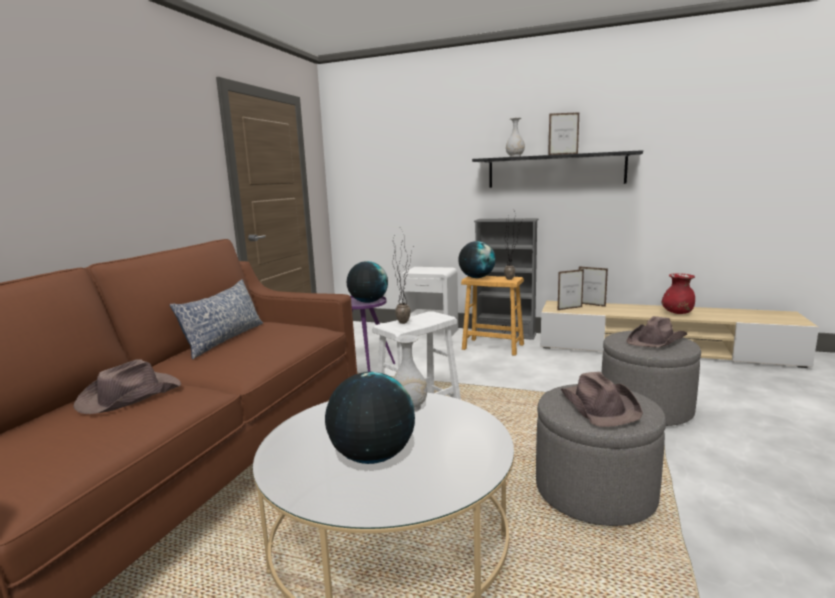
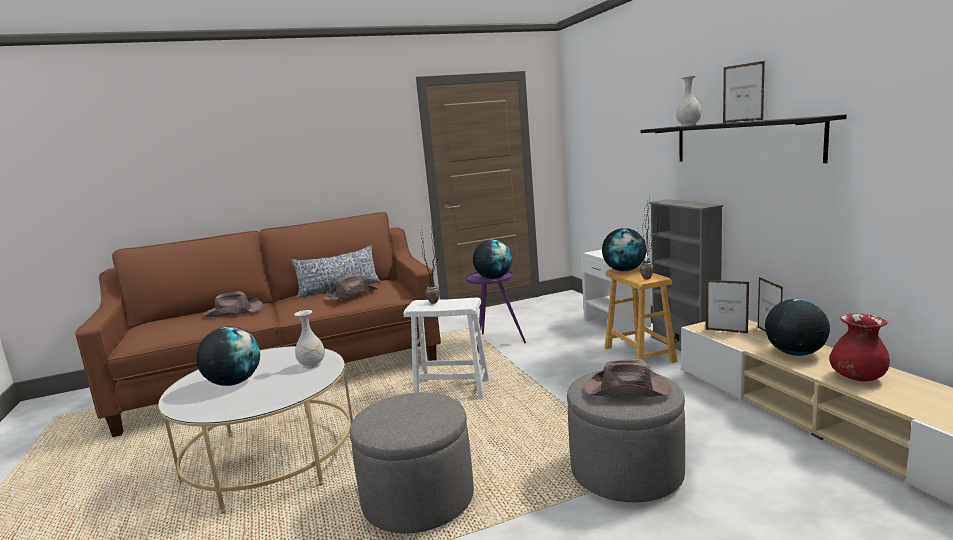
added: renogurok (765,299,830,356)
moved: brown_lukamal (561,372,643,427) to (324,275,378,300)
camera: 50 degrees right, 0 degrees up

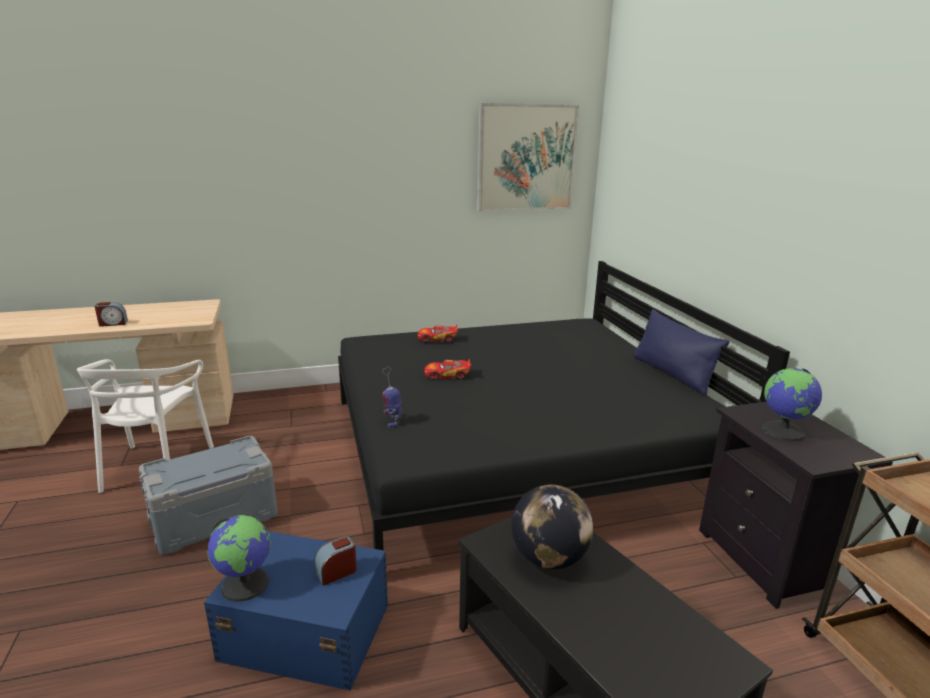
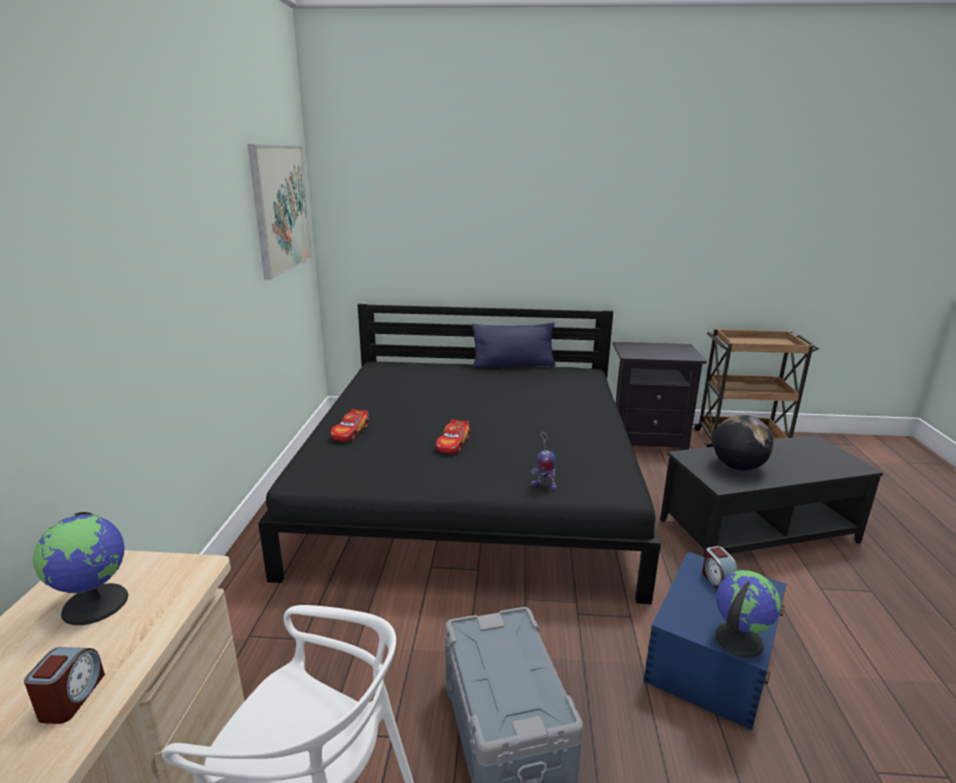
moved: renogurok (762,368,822,442) to (33,512,128,625)
camera: 70 degrees left, 0 degrees up

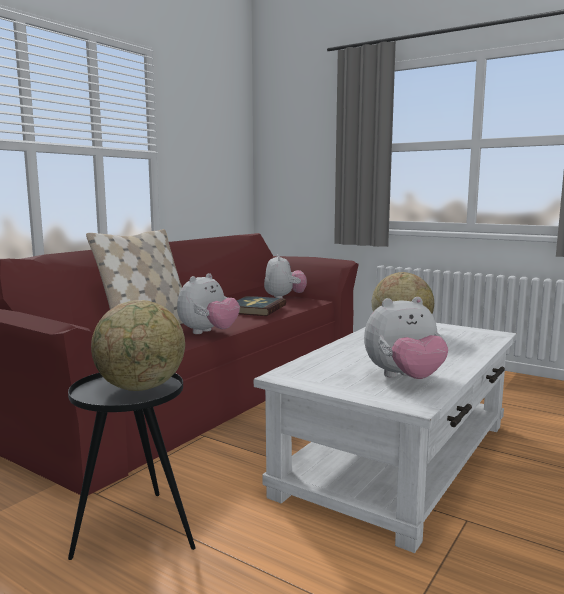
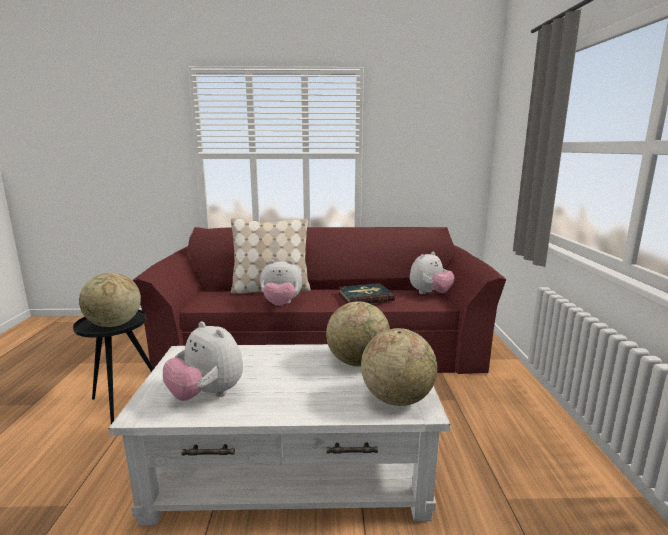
added: renogurok (361,328,437,406)
camera: 55 degrees right, 5 degrees up

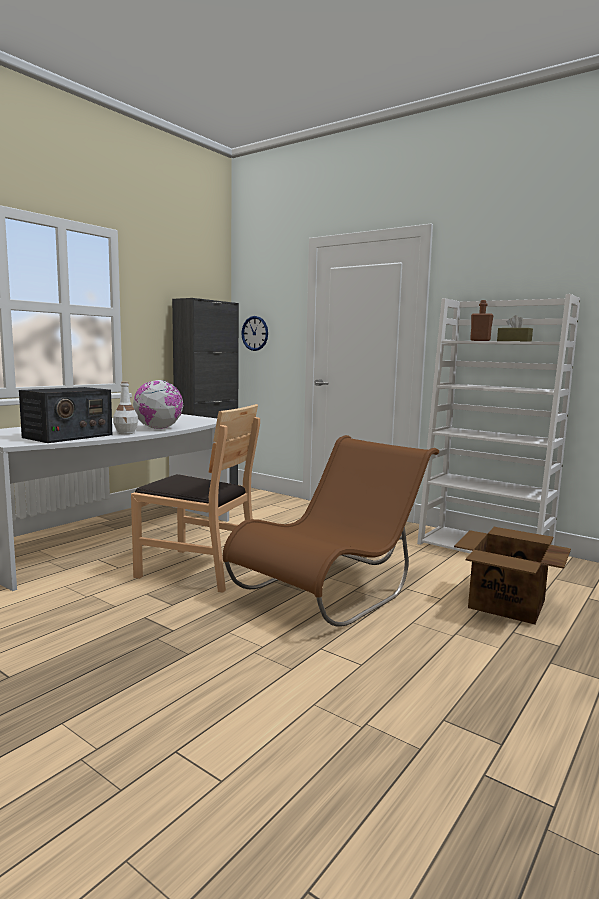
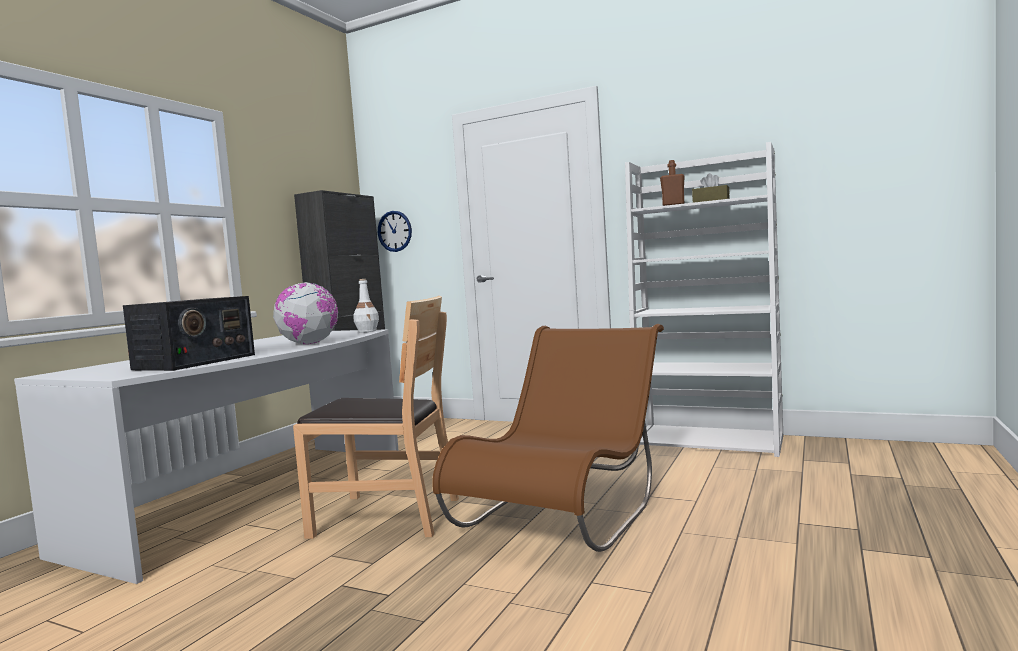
removed: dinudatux (454,527,571,624)
moved: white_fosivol (113,381,138,434) to (353,279,379,333)
camera: 10 degrees left, 5 degrees down

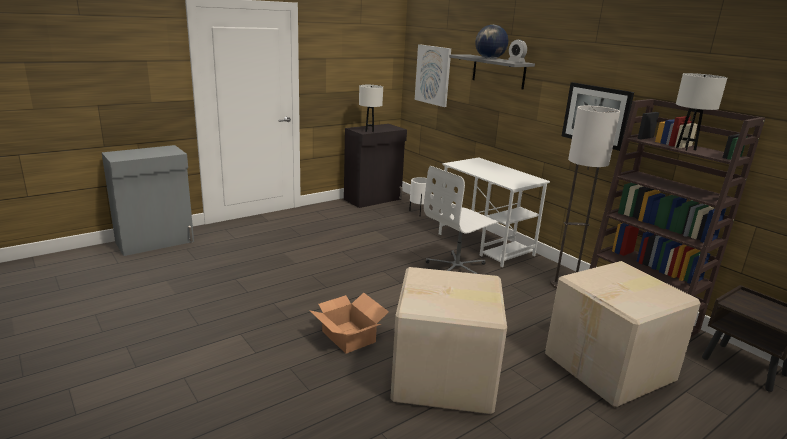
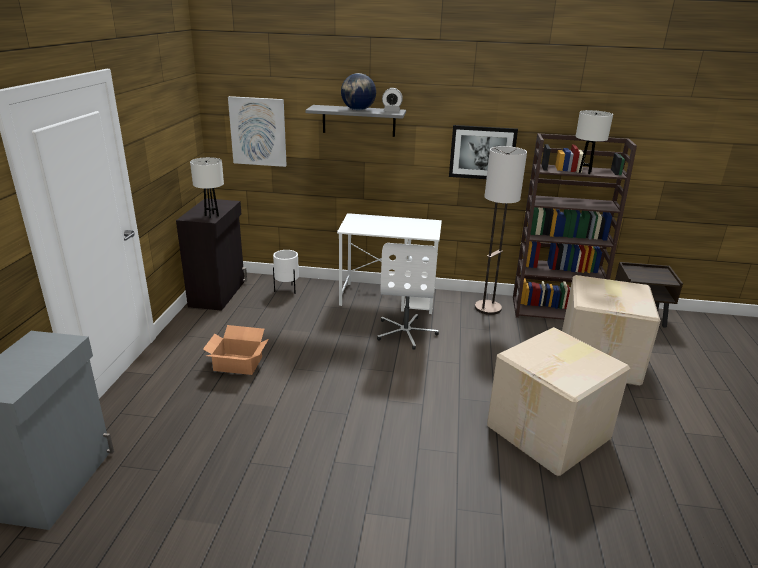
moved: dinudatux (309,293,389,354) to (203,325,269,375)
camera: 45 degrees left, 5 degrees up

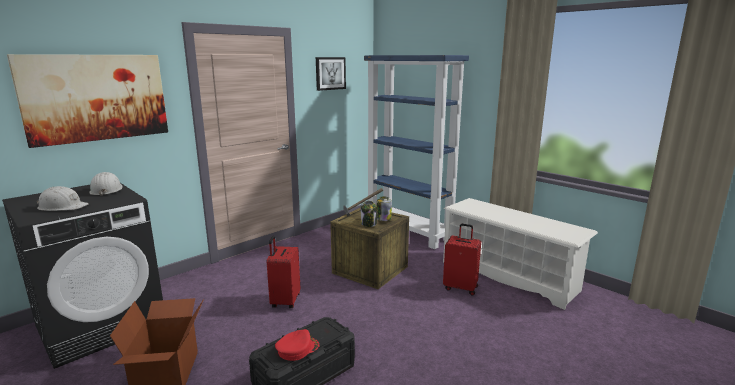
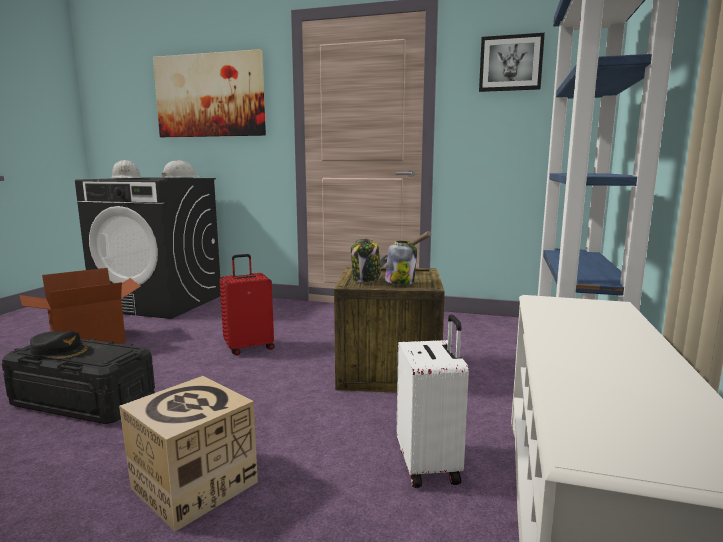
added: dinudatux (119,376,258,532)
recoloured: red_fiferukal (275,329,319,361) to black_fiferukal (30,331,89,359); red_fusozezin (443,224,481,296) to white_fusozezin (397,314,469,488)
camera: 60 degrees right, 5 degrees down

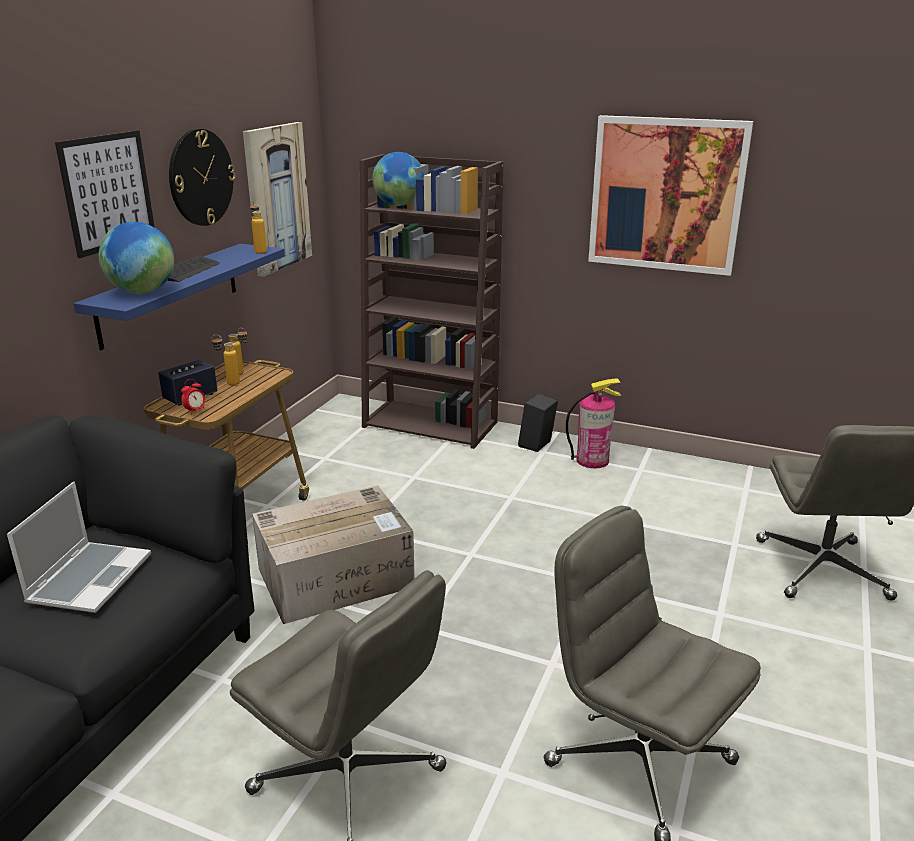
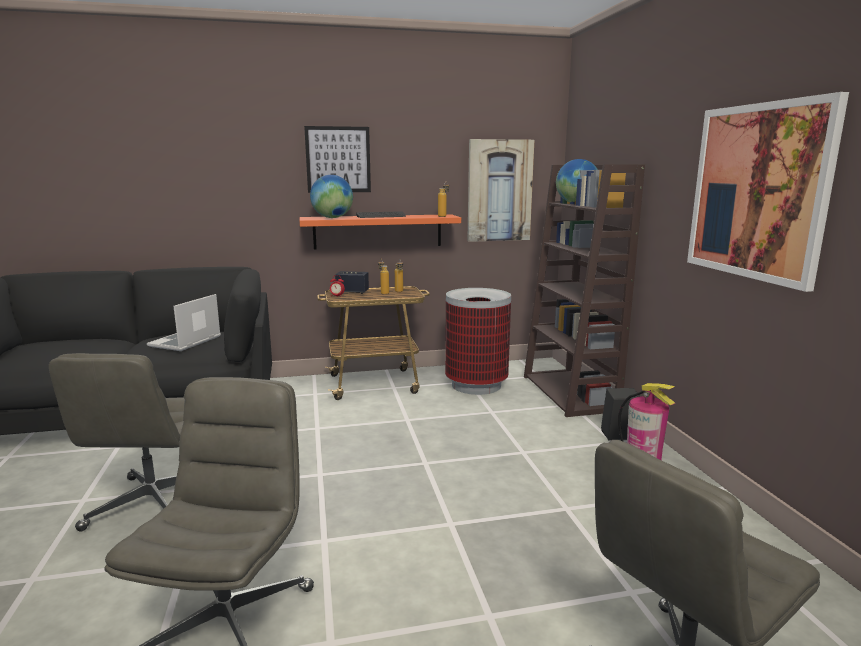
removed: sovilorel (169,129,236,226); dinudatux (252,485,415,624)
added: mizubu (445,288,511,395)
recoloured: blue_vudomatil (73,244,285,350) to orange_vudomatil (300,214,461,250)
turned: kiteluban (7,481,151,613) = (147,294,221,351) 135 degrees clockwise
camera: 55 degrees right, 10 degrees down

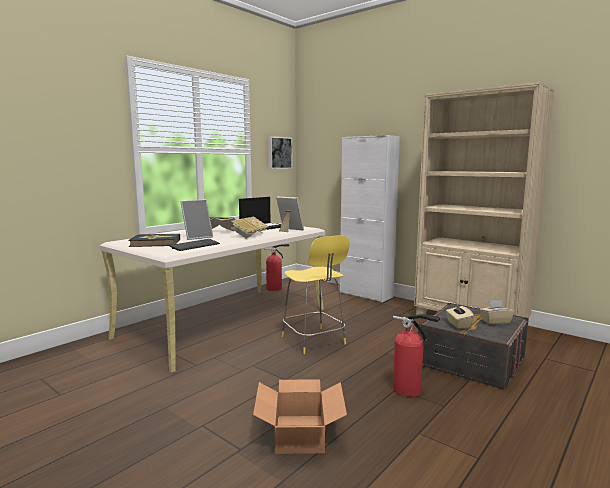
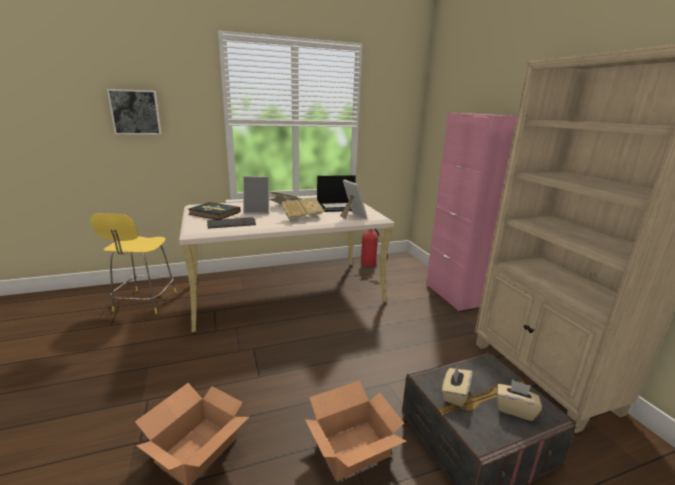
moved: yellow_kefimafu (282,235,350,354) to (90,213,176,314); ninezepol (268,136,293,169) to (107,89,161,135)
replaced: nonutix (393,314,440,397) to dinudatux (305,380,407,481)
recoloured: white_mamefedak (340,135,400,302) to pink_mamefedak (426,113,517,311)
camera: 30 degrees right, 10 degrees up

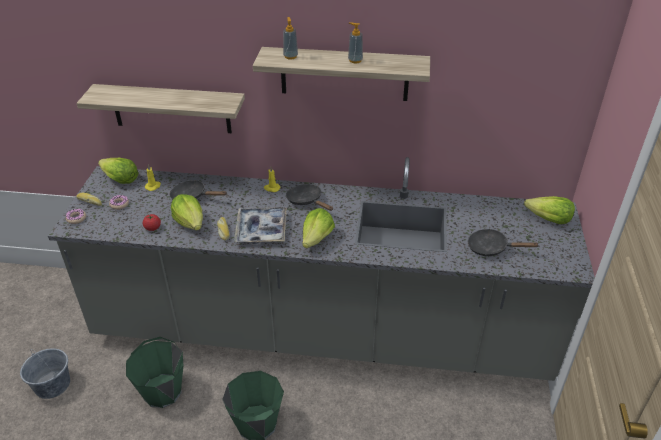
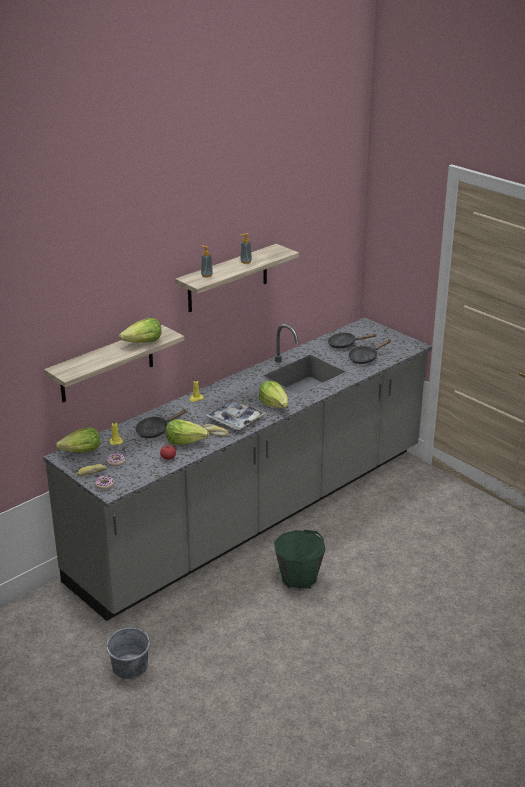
removed: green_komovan (126,337,183,408)
moved: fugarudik (524,196,575,224) to (119,318,161,343); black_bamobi (286,184,333,211) to (328,333,376,348)
camera: 50 degrees left, 10 degrees down

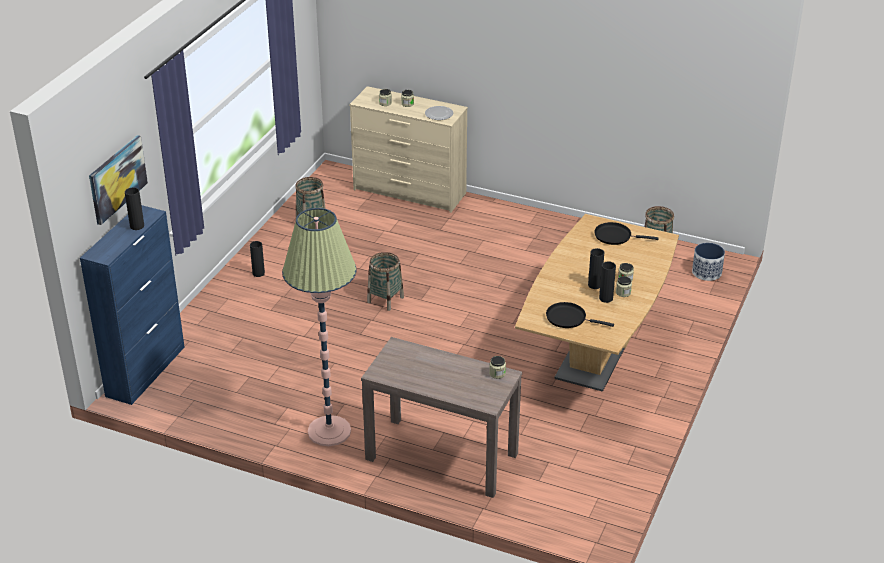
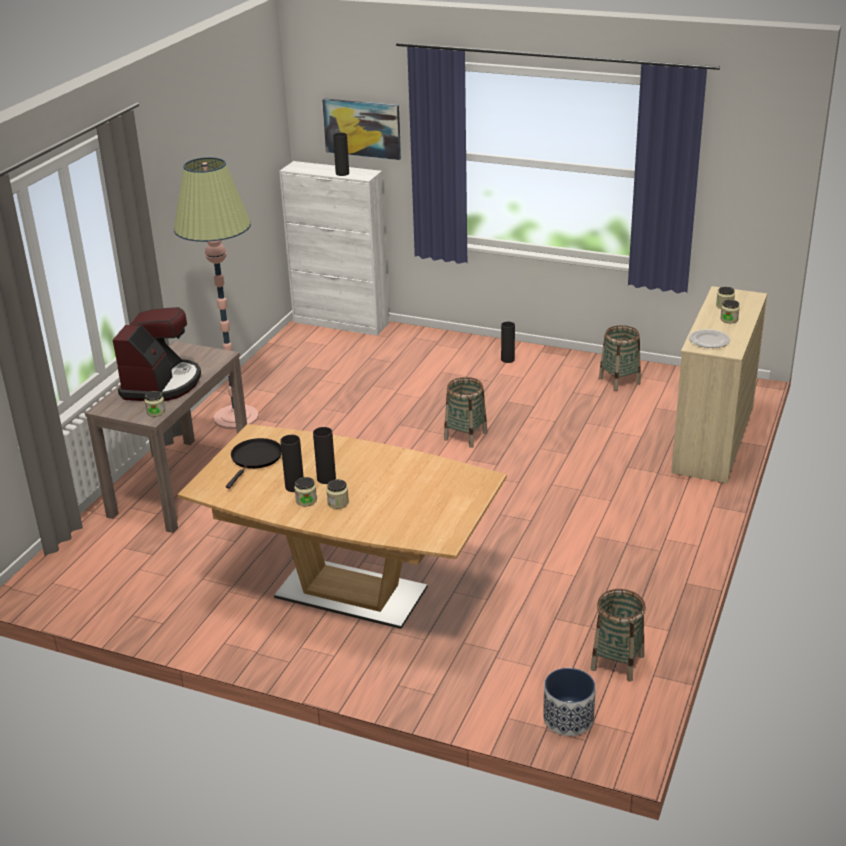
removed: black_bamobi (594,222,659,245)
added: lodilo (113,307,201,401)
recoloured: blue_mamefedak (80,205,184,405) to white_mamefedak (279,161,389,336)
camera: 90 degrees right, 5 degrees down

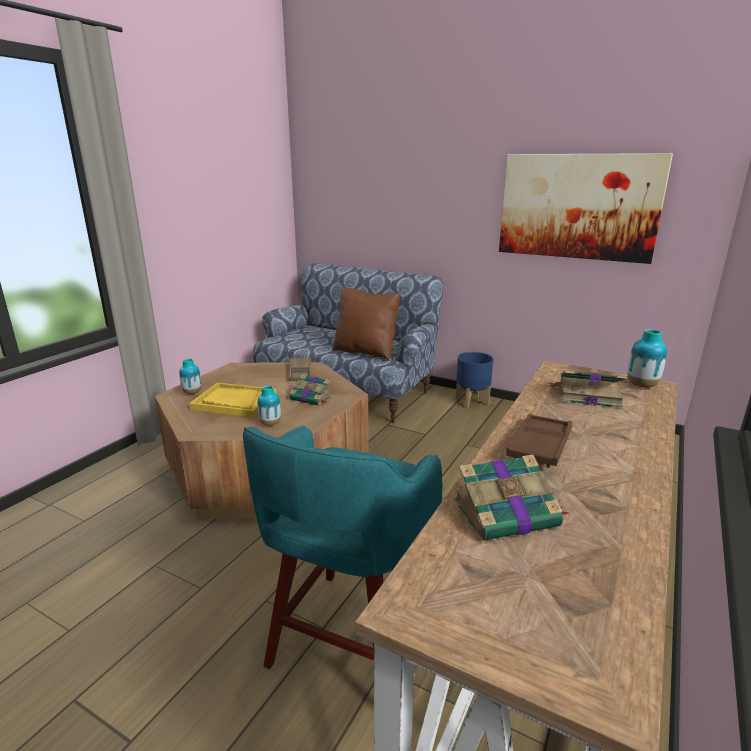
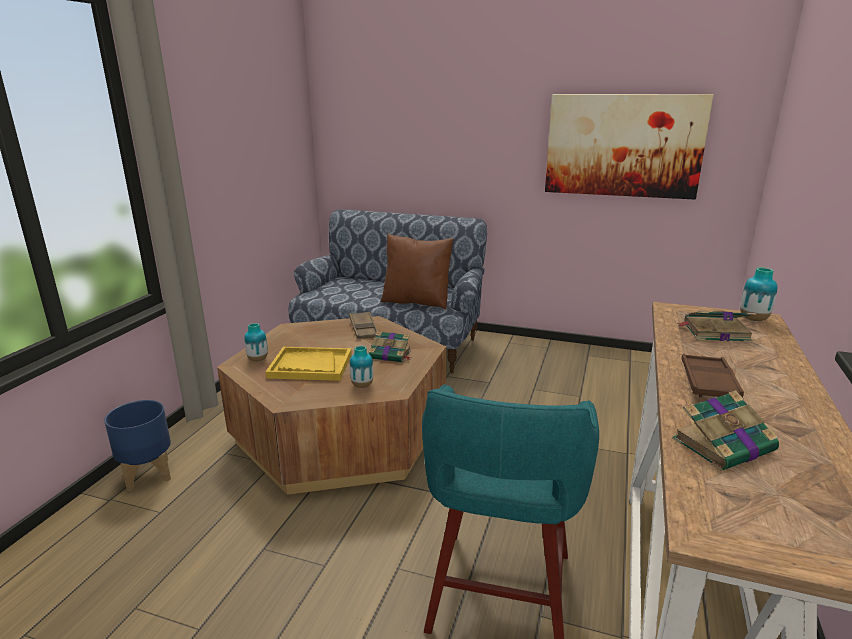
moved: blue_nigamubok (456,352,493,408) to (104,400,171,491)
camera: 10 degrees left, 0 degrees up

